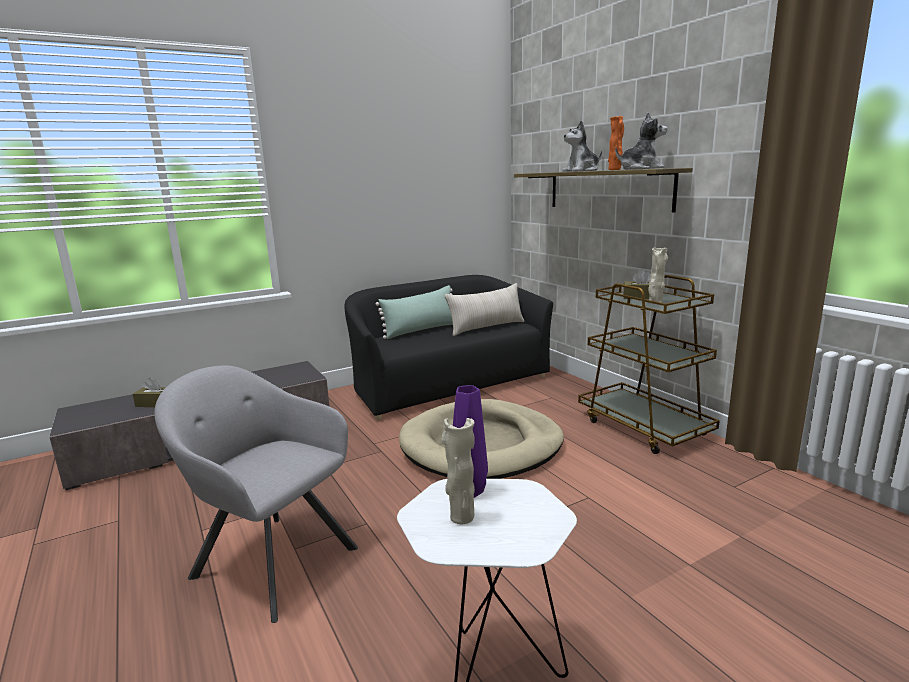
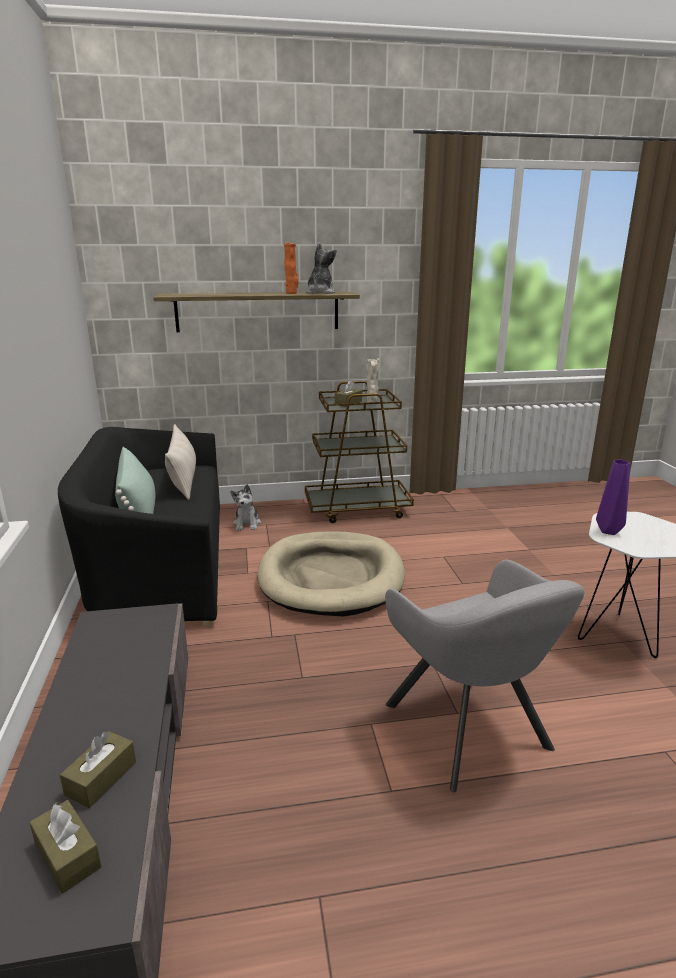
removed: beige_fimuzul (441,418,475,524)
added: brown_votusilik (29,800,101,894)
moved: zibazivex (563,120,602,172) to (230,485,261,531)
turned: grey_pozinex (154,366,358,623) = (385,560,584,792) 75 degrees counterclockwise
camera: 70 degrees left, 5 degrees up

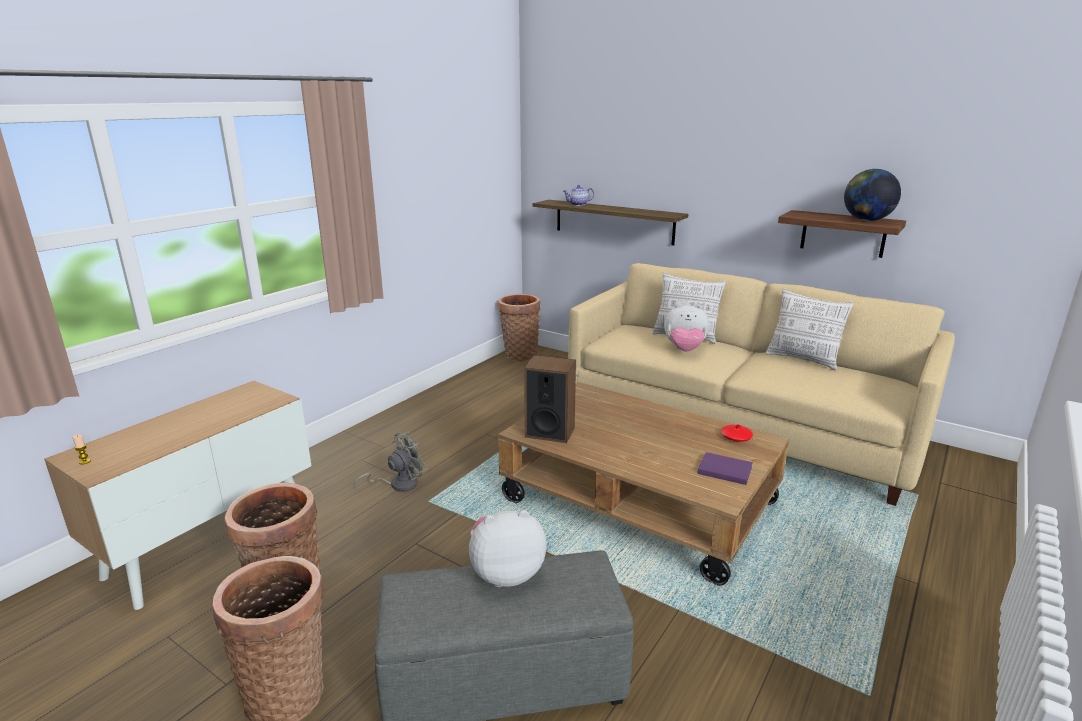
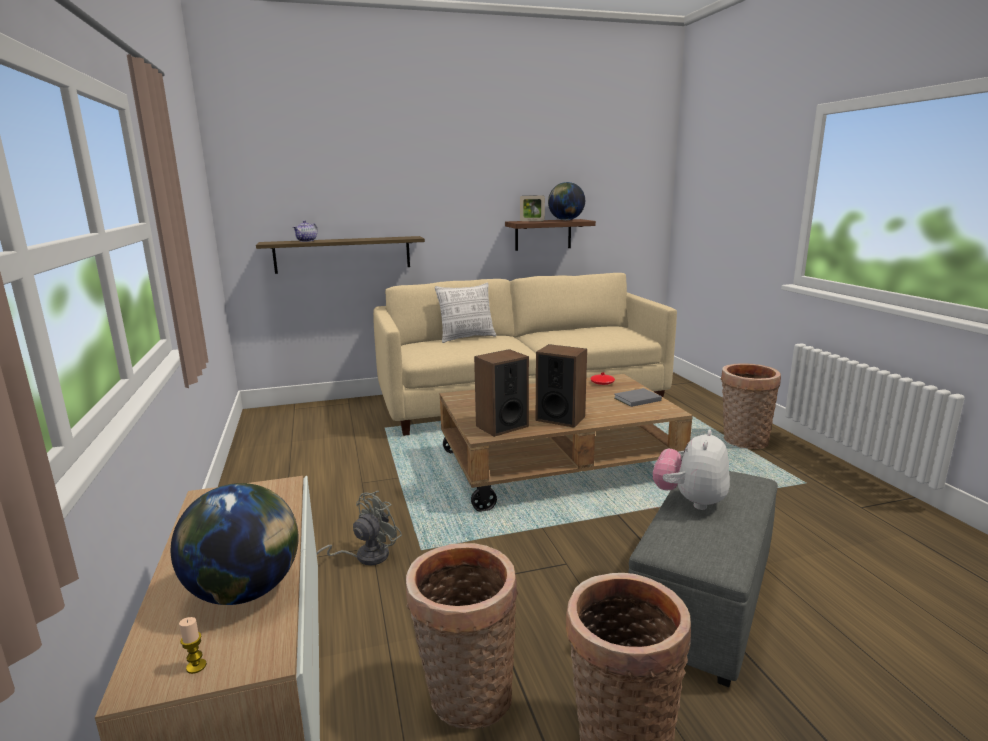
removed: zibazivex (664,303,709,351); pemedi (766,289,854,371)
added: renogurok (171,483,299,605); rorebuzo (520,195,545,221); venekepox (536,344,587,428)
moved: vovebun (498,294,540,361) to (721,363,781,449)
recoloured: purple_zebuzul (698,452,753,485) to grey_zebuzul (615,388,662,407)
turned: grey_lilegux (353,432,427,492) = (316,491,402,566) 45 degrees clockwise
camera: 50 degrees left, 5 degrees down

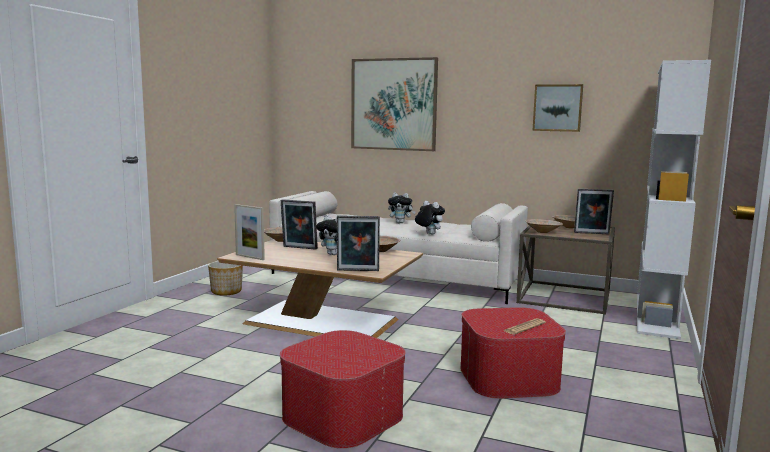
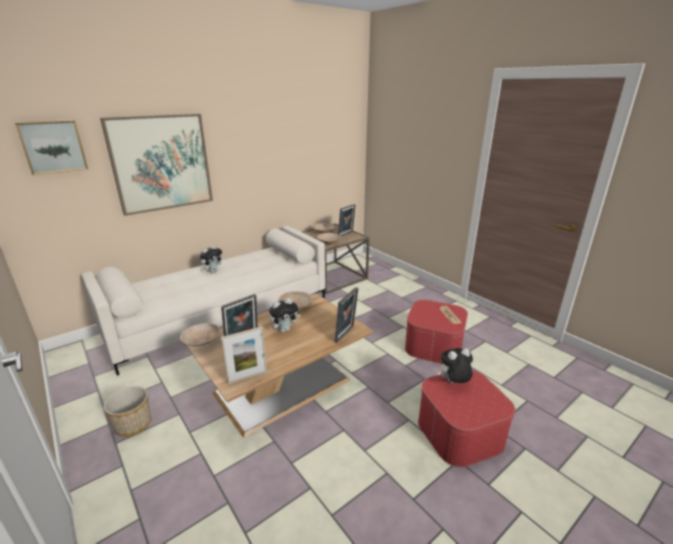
removed: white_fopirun (637,60,711,339)
moved: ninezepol (533,84,583,132) to (15,120,88,175); zibazivex (415,201,445,235) to (438,348,473,383)
camera: 60 degrees left, 15 degrees up

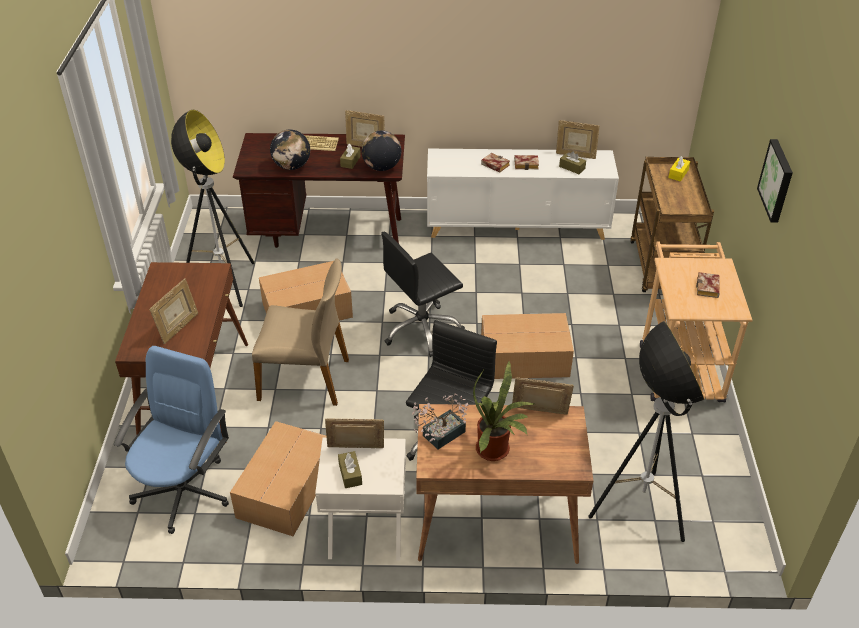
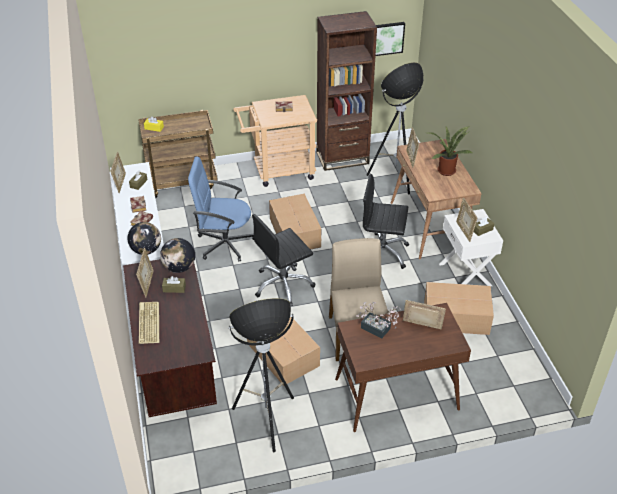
added: brown_fopirun (316,11,377,171)
moved: renogurok (270,130,310,170) to (128,222,161,255); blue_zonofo (114,346,229,534) to (188,156,254,261); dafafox (411,393,468,449) to (356,302,401,339); ninezepol (757,139,793,223) to (376,22,405,56)
turned: black_zonofo (381,232,465,357) = (252,214,315,306) 105 degrees clockwise
camera: 105 degrees left, 0 degrees up

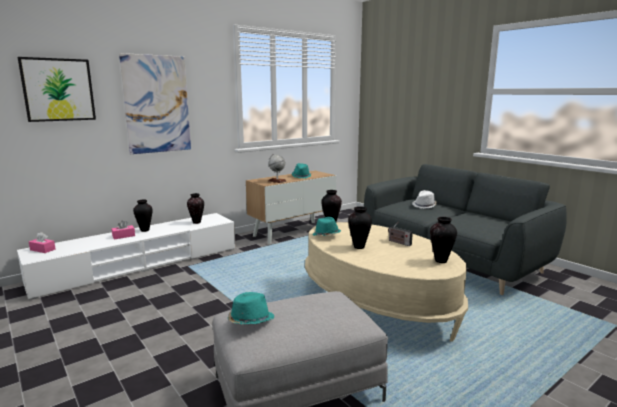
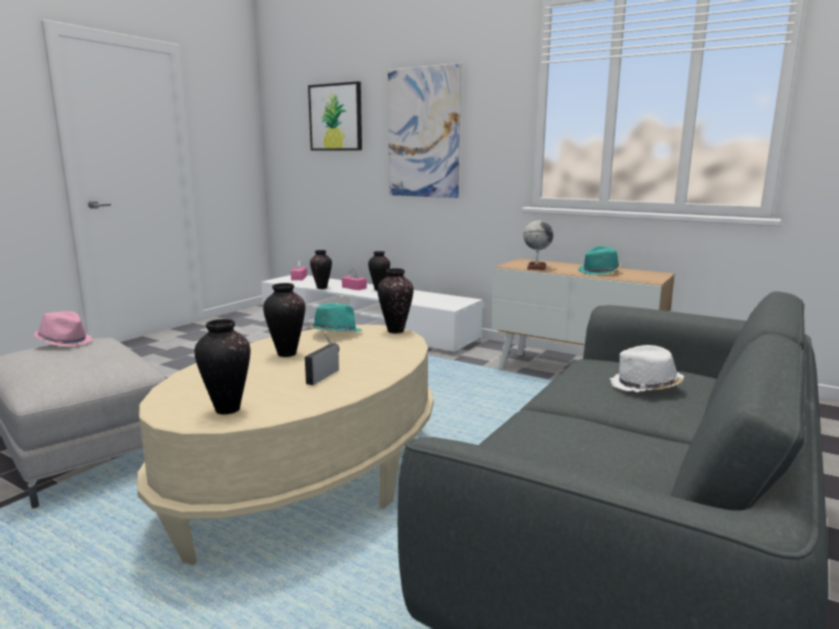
moved: fimuzul (187,193,204,224) to (310,250,332,289)
recoloured: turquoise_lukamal (228,292,274,325) to pink_lukamal (34,311,93,347)
camera: 70 degrees right, 0 degrees up

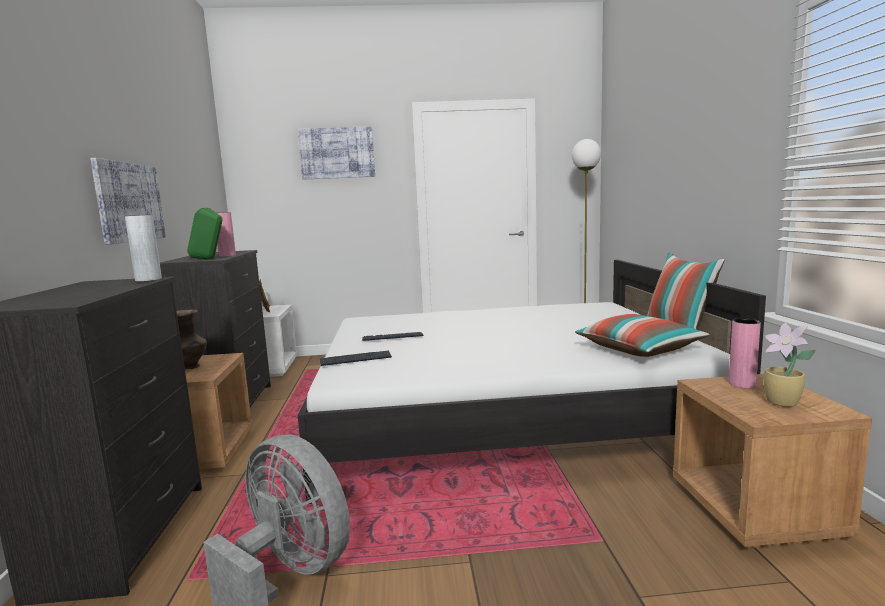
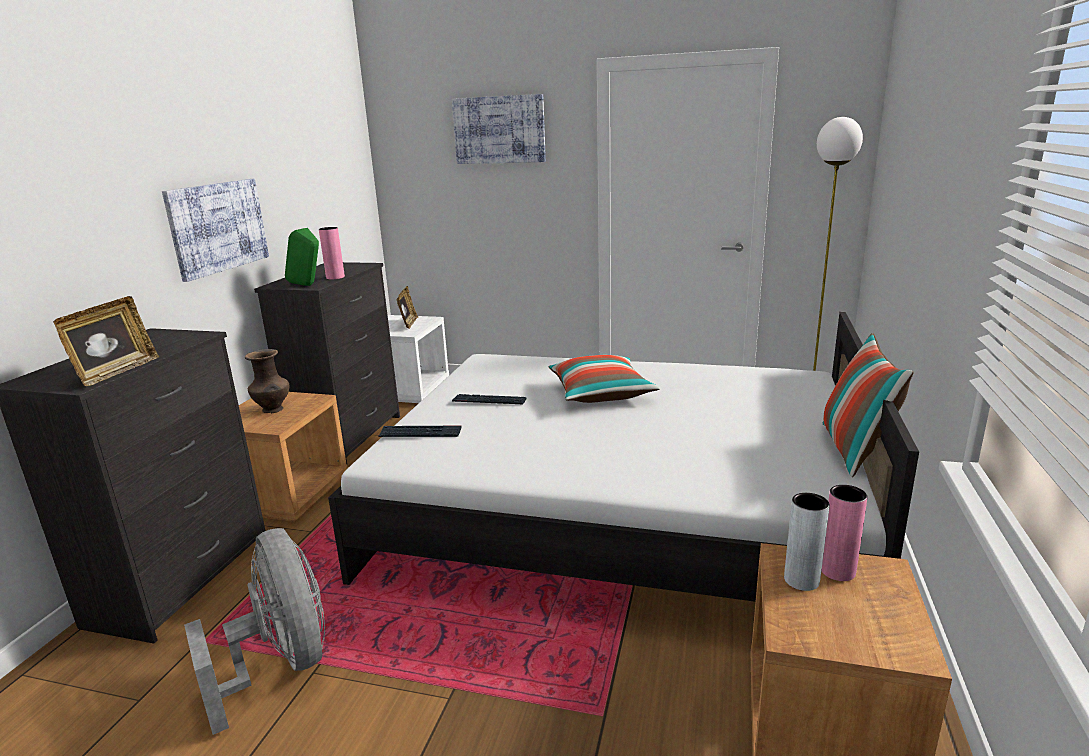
removed: dafafox (764,323,816,407)
added: rorebuzo (53,296,159,386)
moved: pemedi (575,314,709,357) to (549,355,660,403); grey_fimuzul (125,215,162,282) to (784,493,830,591)
camera: 20 degrees right, 10 degrees up

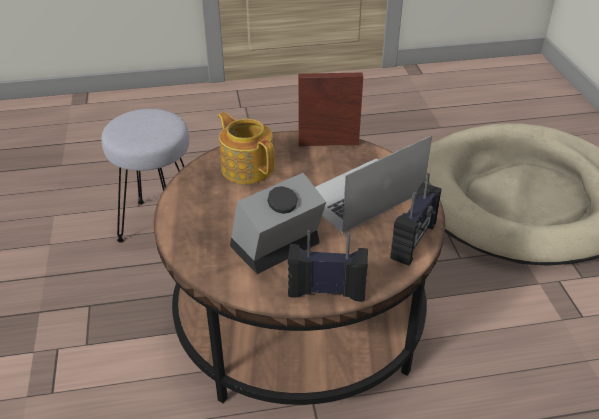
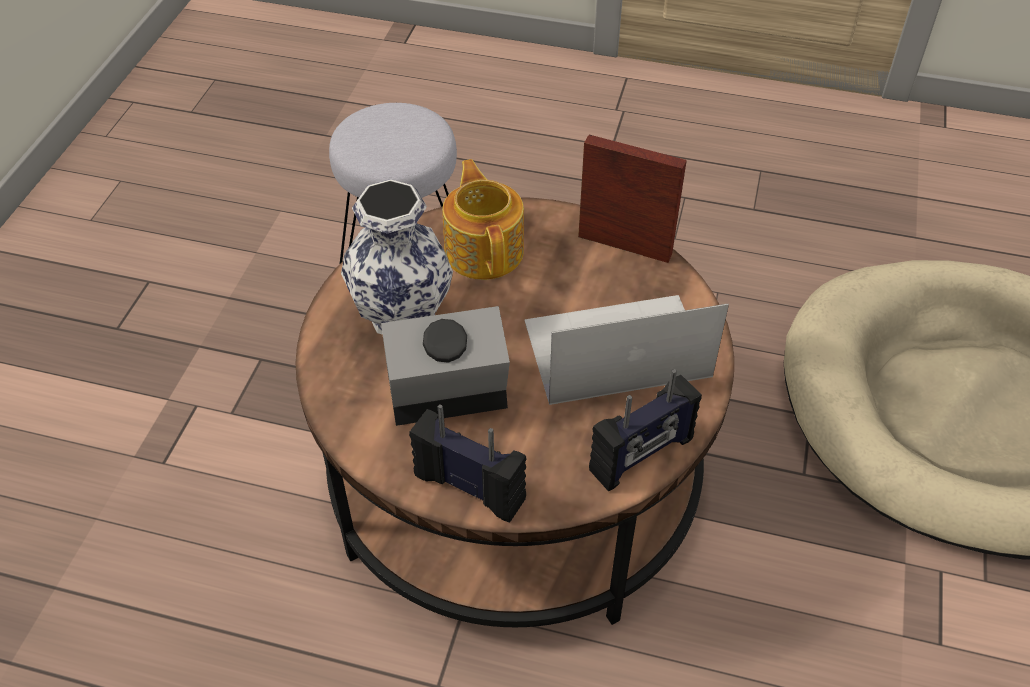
added: fimuzul (341,179,453,335)
camera: 25 degrees right, 10 degrees up

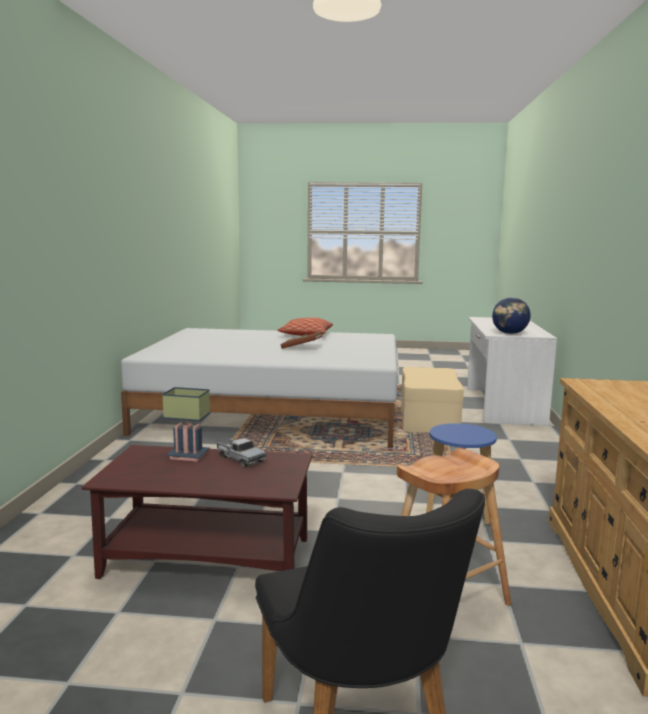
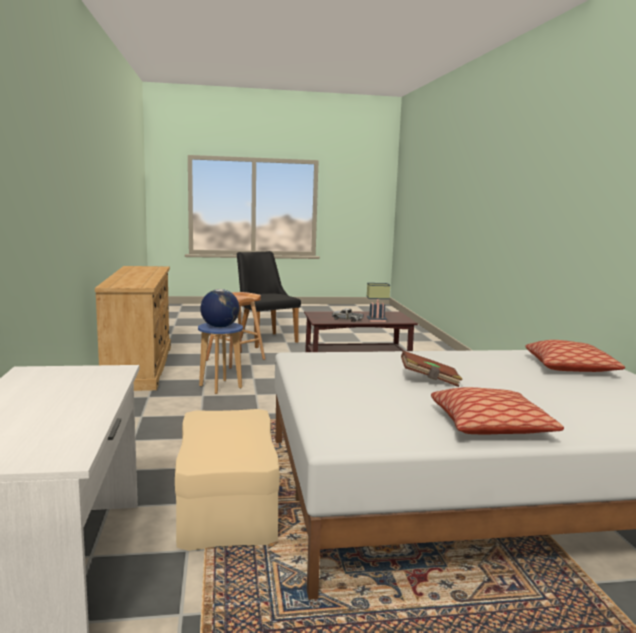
added: pemedi (525,340,625,372)
moved: renogurok (492,297,531,334) to (200,289,239,328)
camera: 165 degrees right, 0 degrees up

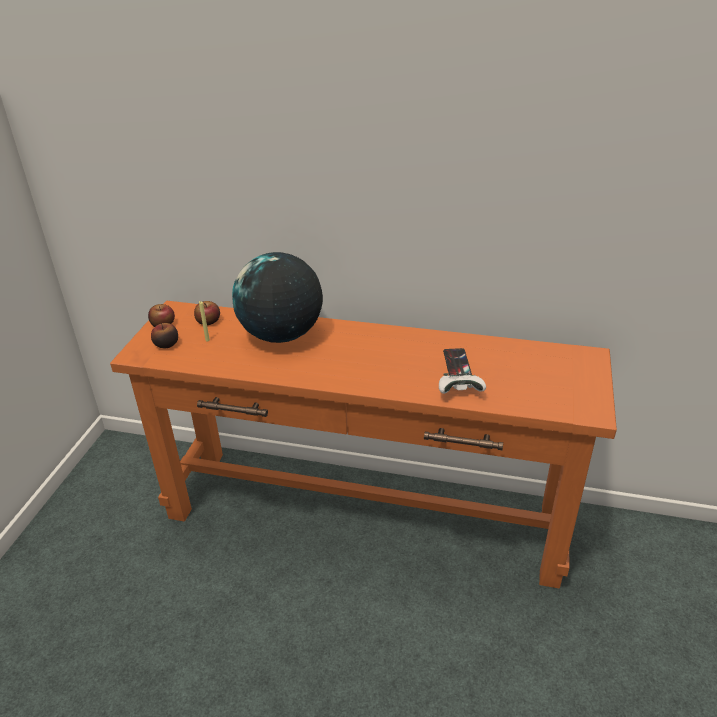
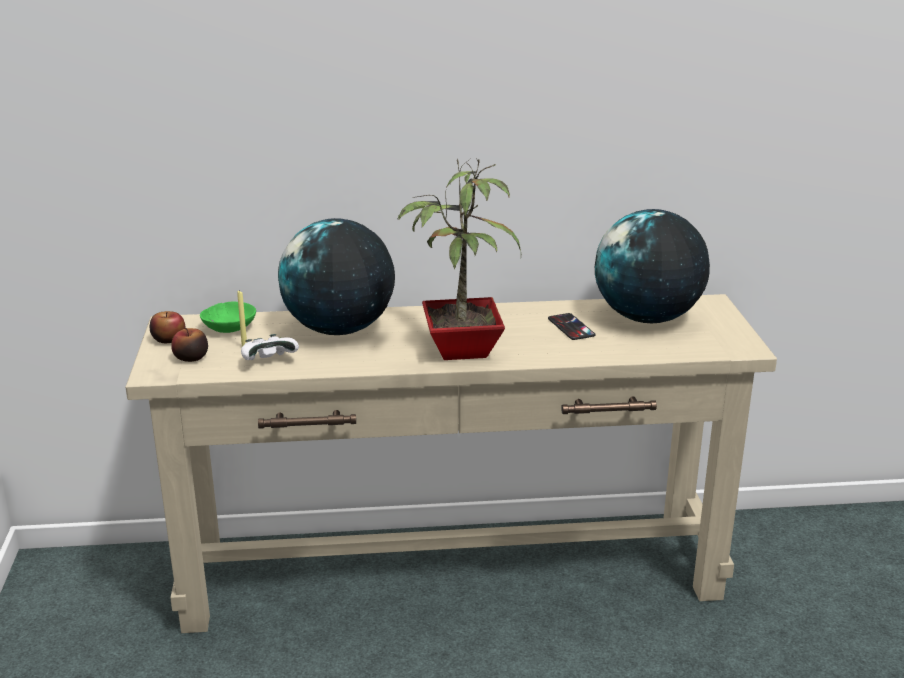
added: dafafox (398,158,521,360); renogurok (595,209,710,323)
moved: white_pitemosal (439,373,486,394) to (241,334,299,360)
replaced: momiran (194,301,220,325) to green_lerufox (200,302,256,333)
recoloured: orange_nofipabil (110,301,617,589) to beige_nofipabil (125,294,777,633)
camera: 20 degrees left, 10 degrees down

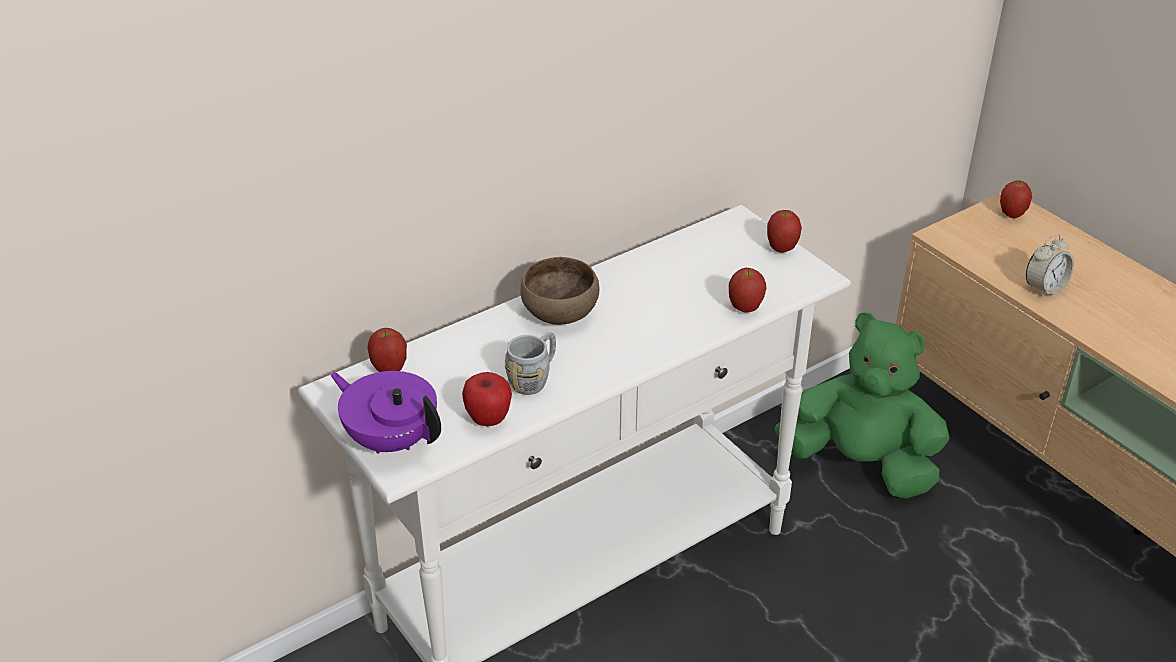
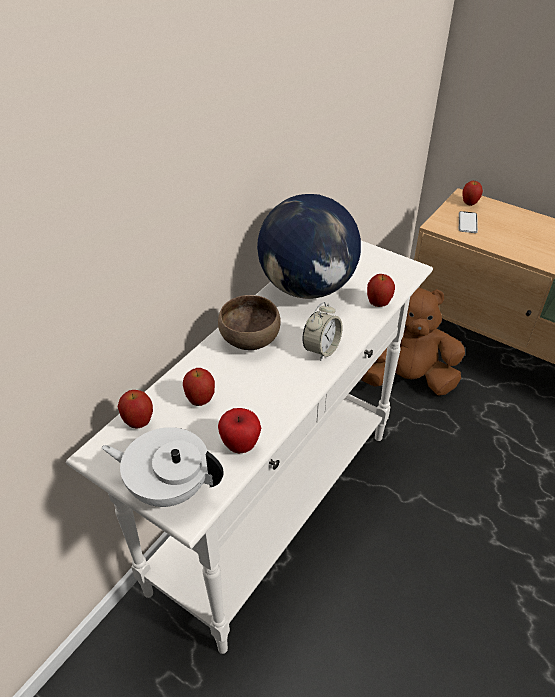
removed: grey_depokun (505,332,556,395)
added: renogurok (257,194,361,299); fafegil (459,211,478,233)
moved: momiran (767,210,802,253) to (183,368,215,406); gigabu (1026,235,1074,298) to (303,302,343,361)
recoloured: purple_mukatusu (330,371,441,454) to white_mukatusu (102,427,224,507); green_zibazivex (774,313,950,498) to brown_zibazivex (360,288,465,396)
camera: 20 degrees left, 5 degrees up

